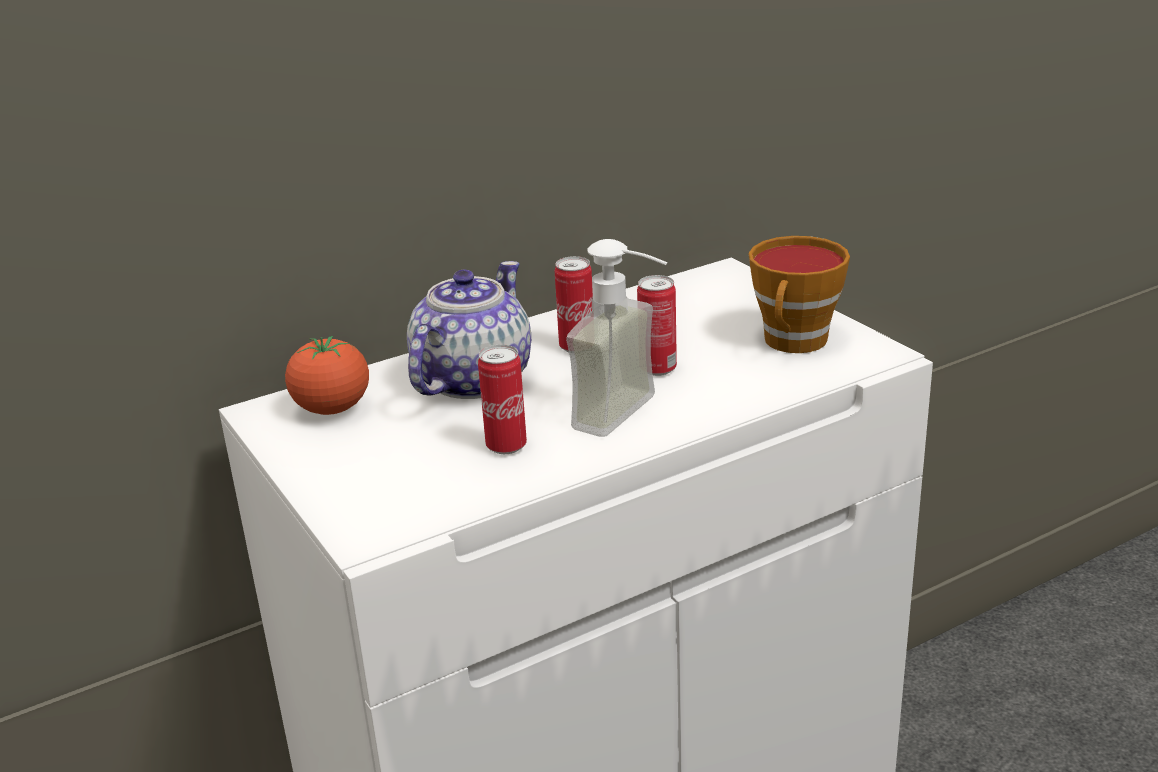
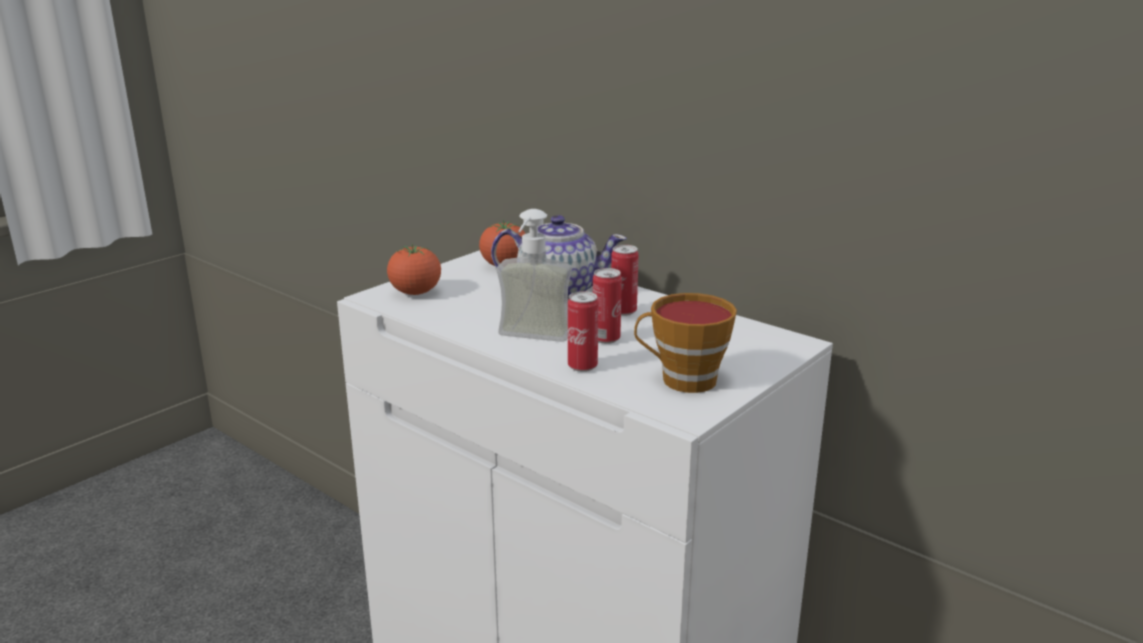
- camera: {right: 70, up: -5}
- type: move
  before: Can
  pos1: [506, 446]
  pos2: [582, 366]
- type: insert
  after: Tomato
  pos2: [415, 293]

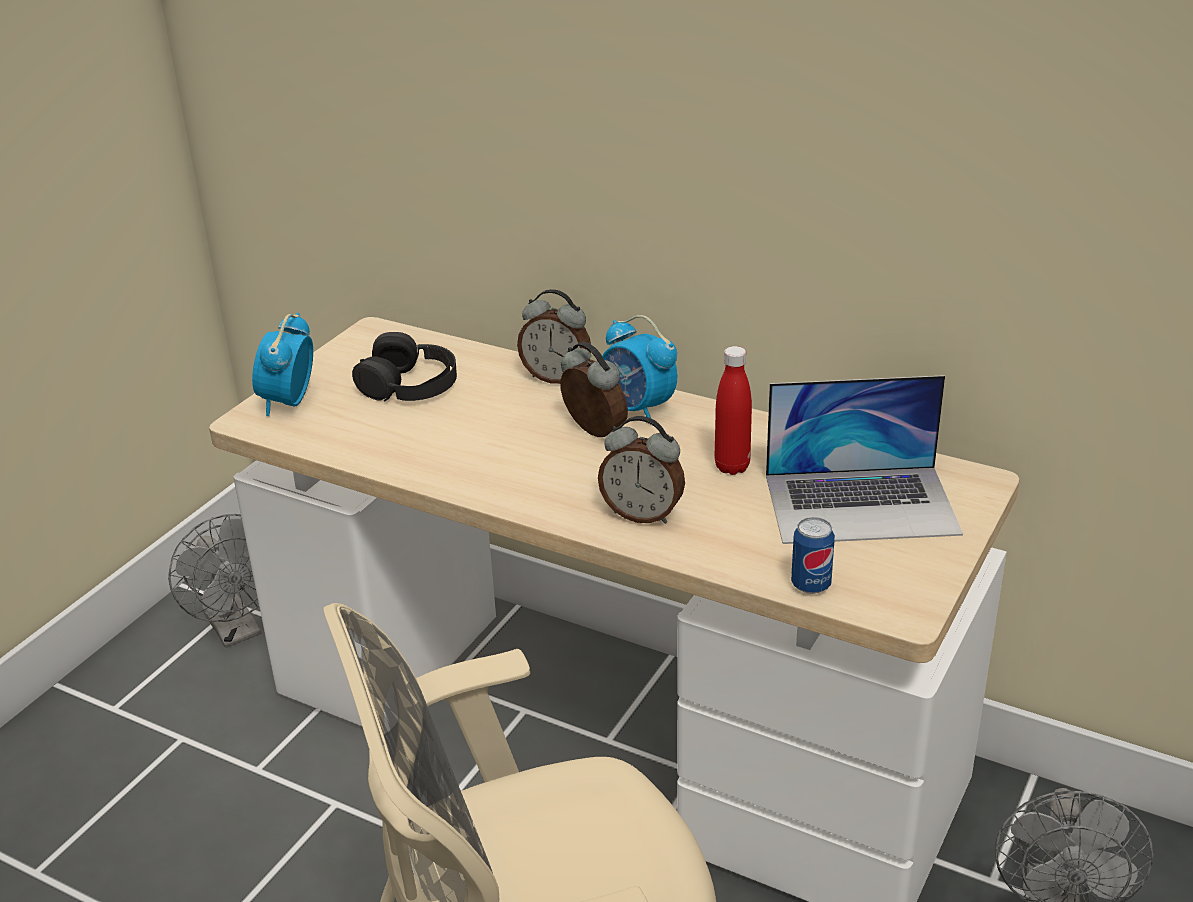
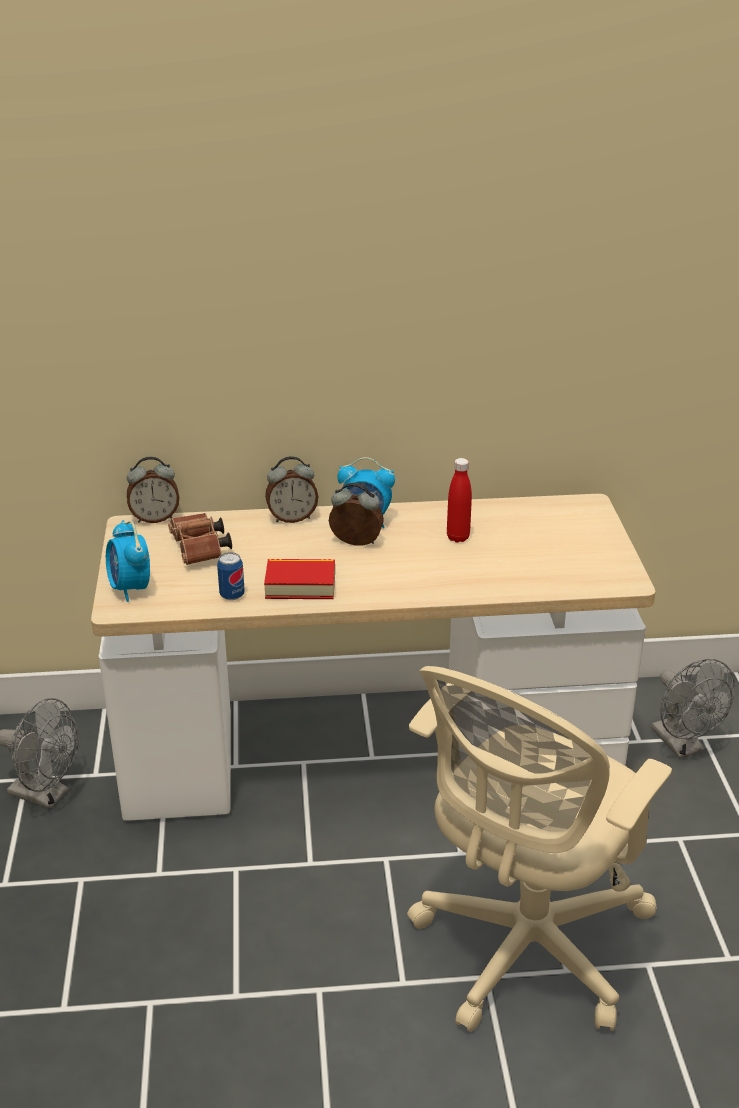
- camera: {right: -35, up: 0}
- type: replace
  before: BlackHeadphones
  after: BrownBinoculars
  pos1: [409, 384]
  pos2: [200, 551]
- type: move
  before: AlarmClock
  pos1: [642, 514]
  pos2: [155, 518]
- type: delete
  before: Laptop
  pos1: [861, 504]
- type: move
  before: Can
  pos1: [811, 585]
  pos2: [232, 595]
- type: insert
  after: Book
  pos2: [300, 585]

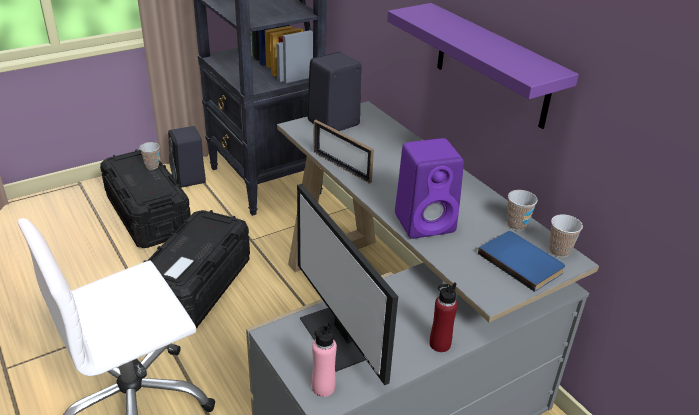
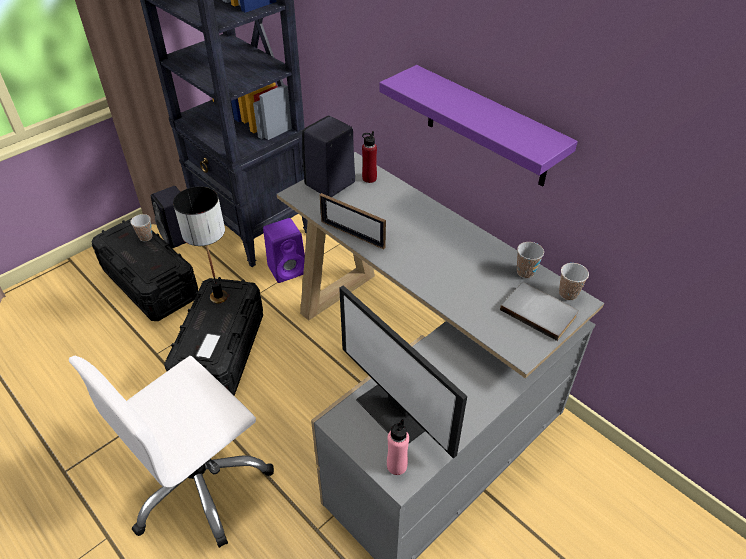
- camera: {right: -10, up: 10}
- type: move
  before: PurpleSpeaker
  pos1: [426, 222]
  pos2: [288, 269]
- type: move
  before: RedBottle
  pos1: [439, 344]
  pos2: [369, 178]
- type: recolor
  before: BlueBook
  after: GreyBook
  pos1: [522, 262]
  pos2: [539, 311]
- type: insert
  after: TableLamp
  pos2: [219, 296]

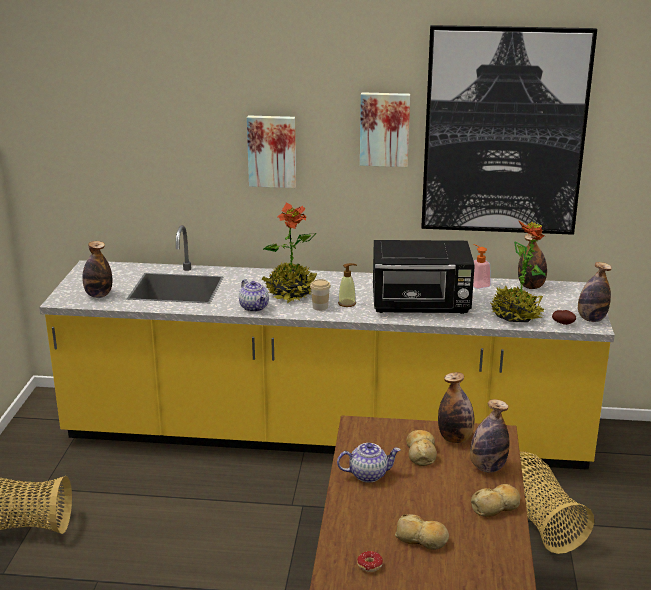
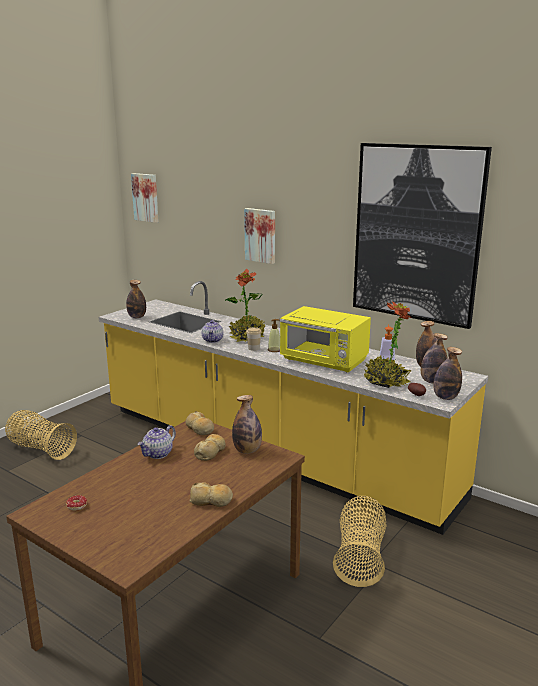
- camera: {right: 30, up: -5}
- type: rotate
  before: Teapot
  pos1: [368, 474]
  pos2: [158, 454]
  turn: 105
- type: move
  before: Picture
  pos1: [384, 129]
  pos2: [146, 197]
- type: recolor
  before: BlackMicrowave
  after: YellowMicrowave
  pos1: [421, 305]
  pos2: [324, 361]
- type: move
  before: Bread
  pos1: [422, 539]
  pos2: [200, 429]
- type: move
  before: Bottle
  pos1: [487, 467]
  pos2: [432, 381]

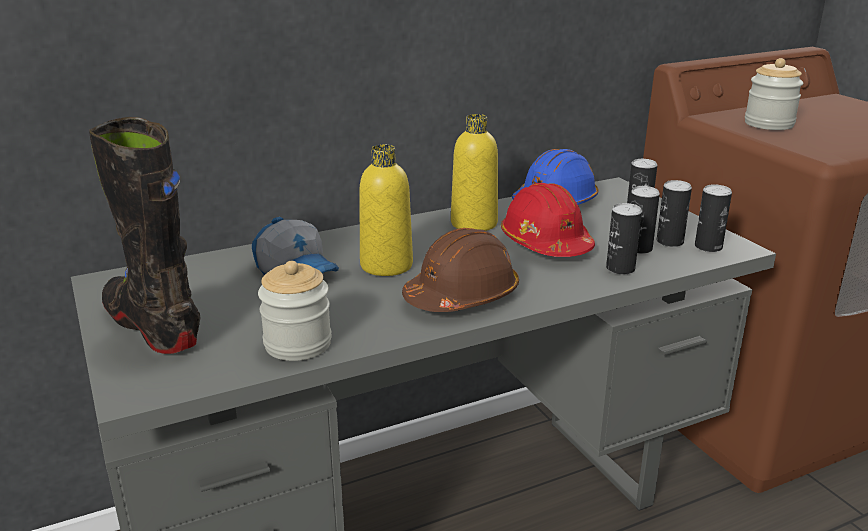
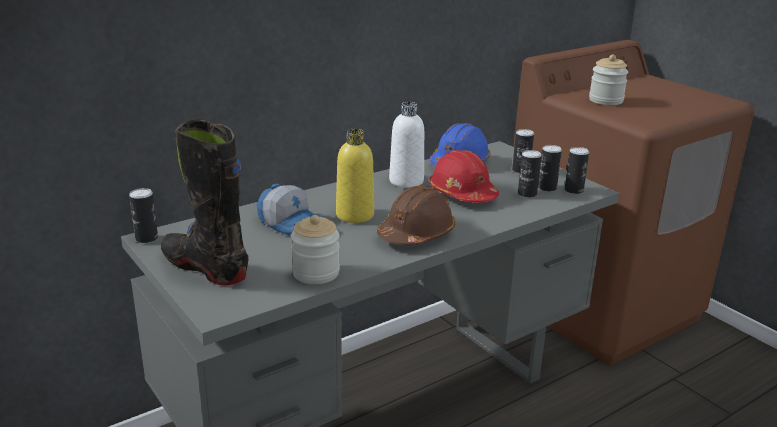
- camera: {right: -10, up: 0}
- type: recolor
  before: YellowBottle
  after: WhiteBottle
  pos1: [474, 223]
  pos2: [406, 181]
- type: move
  before: Can
  pos1: [620, 268]
  pos2: [146, 238]

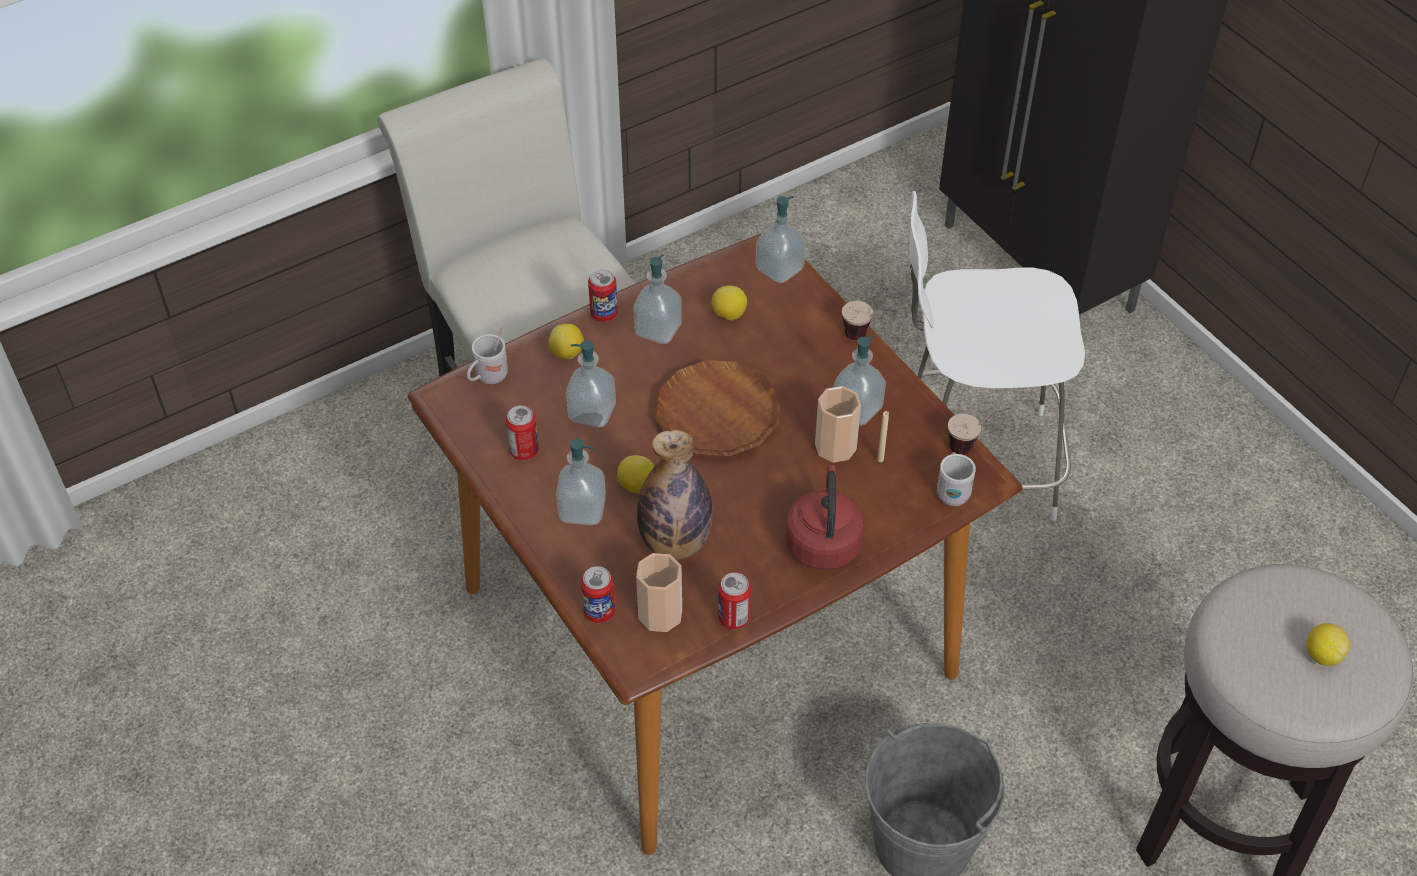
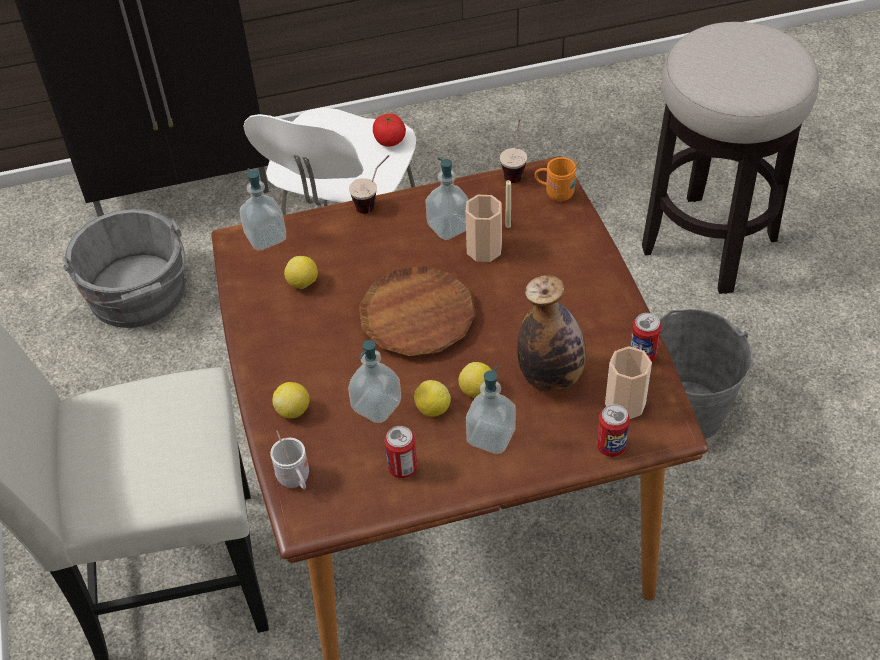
- camera: {right: -70, up: 0}
- type: delete
  before: Can
  pos1: [604, 314]
- type: delete
  before: SoapDispenser
  pos1: [658, 330]
- type: delete
  before: RedKettle
  pos1: [823, 541]
- type: recolor
  before: WhiteMug
  after: OrangeMug
  pos1: [952, 491]
  pos2: [555, 193]
- type: move
  before: Lemon
  pos1: [1322, 655]
  pos2: [432, 409]
- type: insert
  after: GreyBucket
  pos2: [139, 296]
- type: insert
  after: Tomato
  pos2: [389, 140]

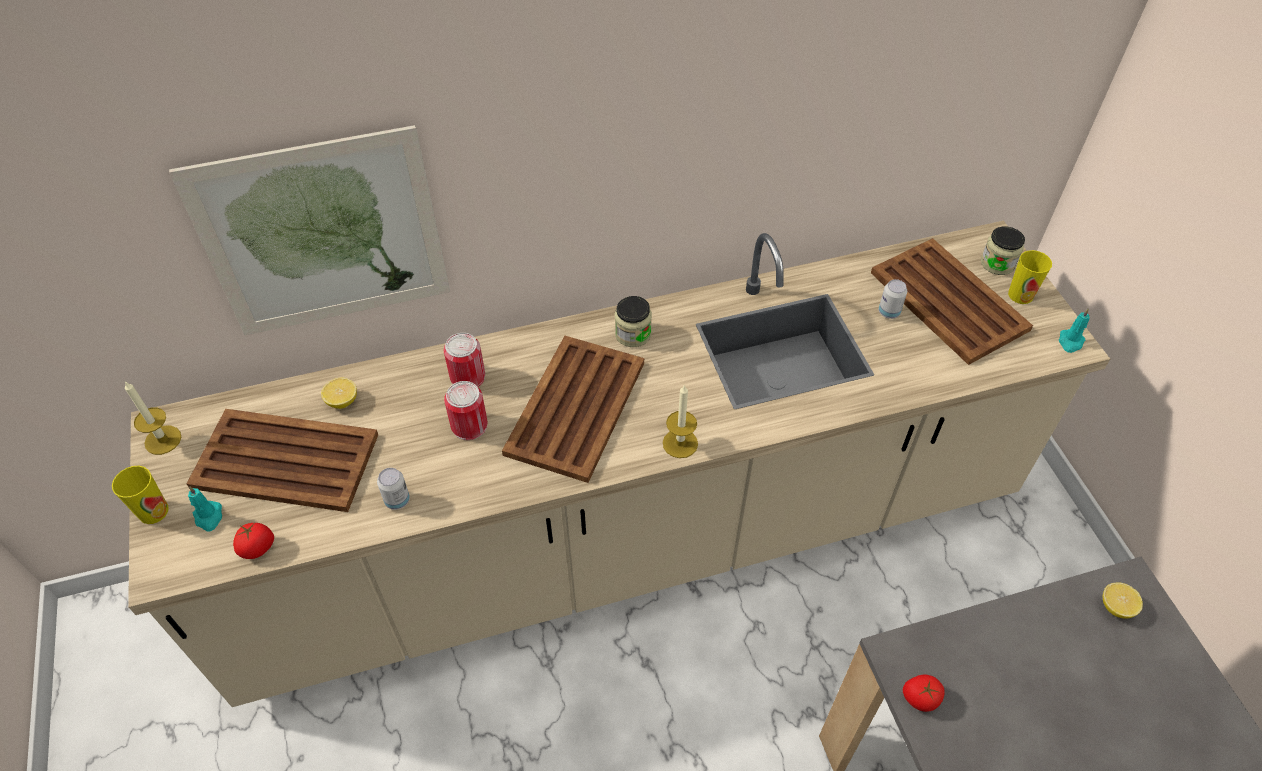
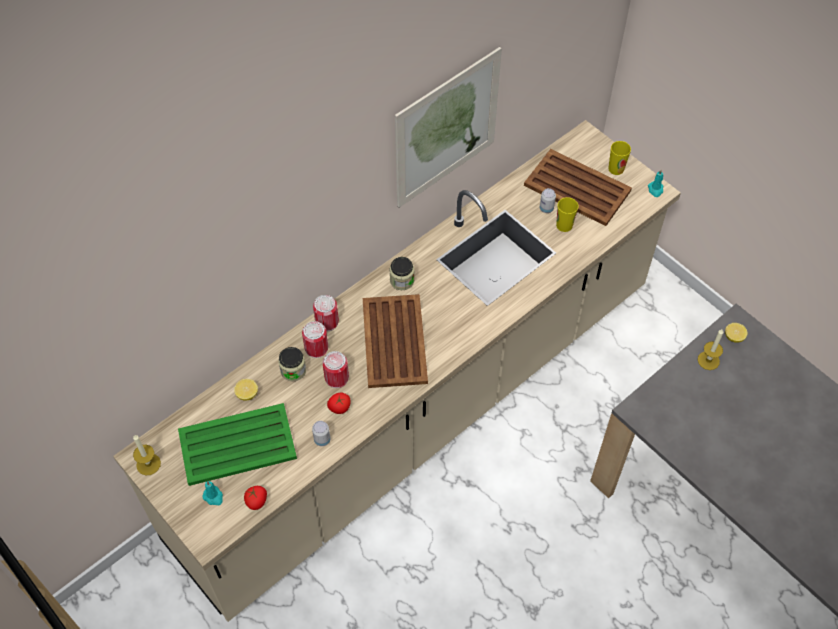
- camera: {right: -25, up: 5}
- type: move
  before: Cup
  pos1: [153, 511]
  pos2: [564, 225]
- type: move
  before: Picture
  pos1: [324, 235]
  pos2: [446, 128]
- type: recolor
  before: BrownTray
  after: GreenTray
  pos1: [284, 460]
  pos2: [236, 445]
- type: move
  before: Candle
  pos1: [680, 443]
  pos2: [708, 360]
- type: move
  before: Tomato
  pos1: [919, 698]
  pos2: [339, 408]
- type: move
  before: Jar
  pos1: [997, 263]
  pos2: [293, 370]
- type: insert
  after: Can
  pos2: [327, 322]

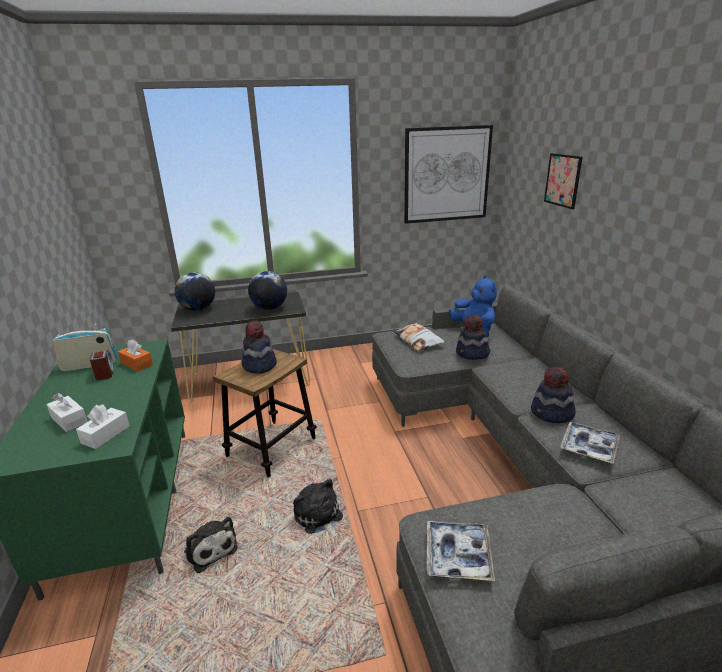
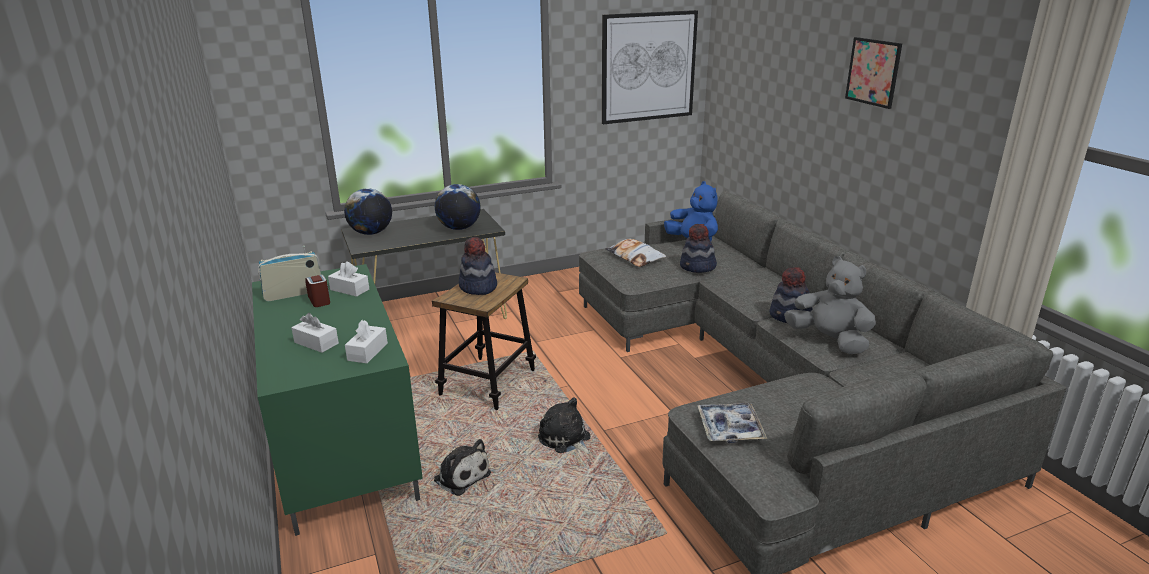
- camera: {right: -10, up: 0}
- type: recolor
  before: OrangeTissueBox
  after: WhiteTissueBox
  pos1: [137, 364]
  pos2: [349, 289]
- type: move
  before: Picture
  pos1: [563, 180]
  pos2: [873, 72]
- type: replace
  before: Tray
  after: GreyPlushToy
  pos1: [589, 447]
  pos2: [829, 341]

